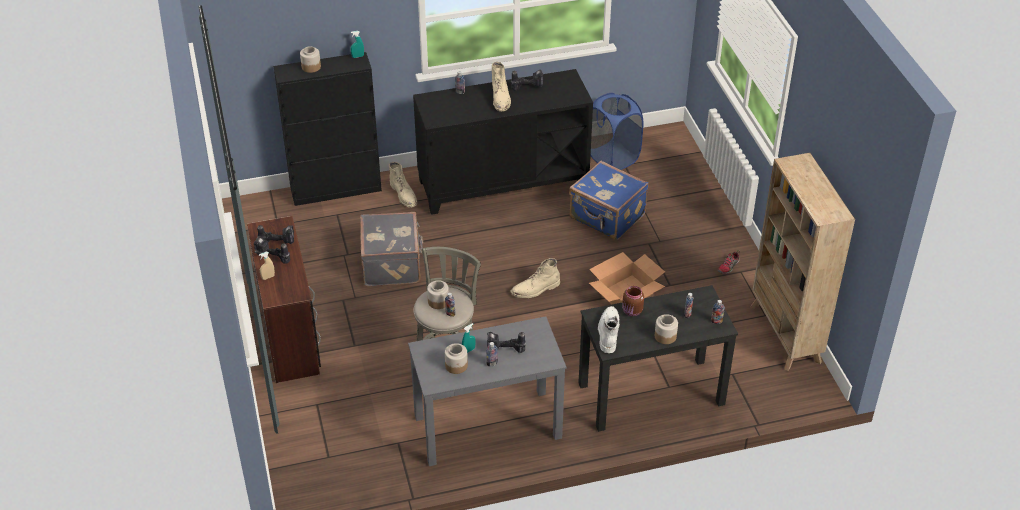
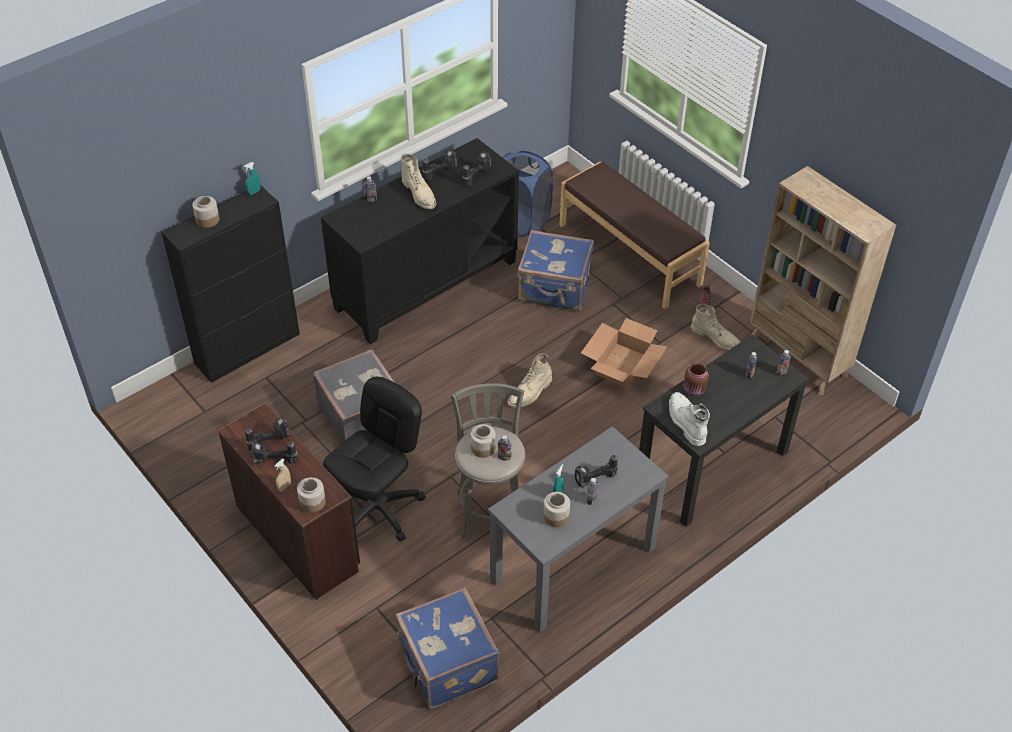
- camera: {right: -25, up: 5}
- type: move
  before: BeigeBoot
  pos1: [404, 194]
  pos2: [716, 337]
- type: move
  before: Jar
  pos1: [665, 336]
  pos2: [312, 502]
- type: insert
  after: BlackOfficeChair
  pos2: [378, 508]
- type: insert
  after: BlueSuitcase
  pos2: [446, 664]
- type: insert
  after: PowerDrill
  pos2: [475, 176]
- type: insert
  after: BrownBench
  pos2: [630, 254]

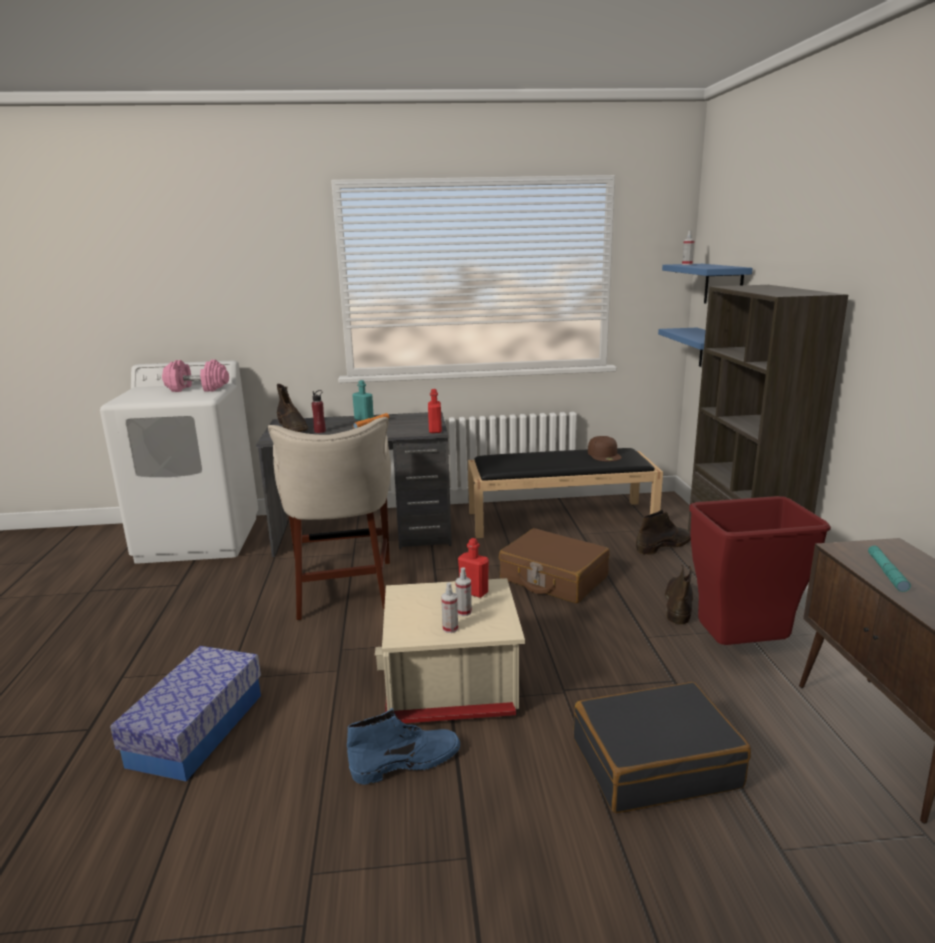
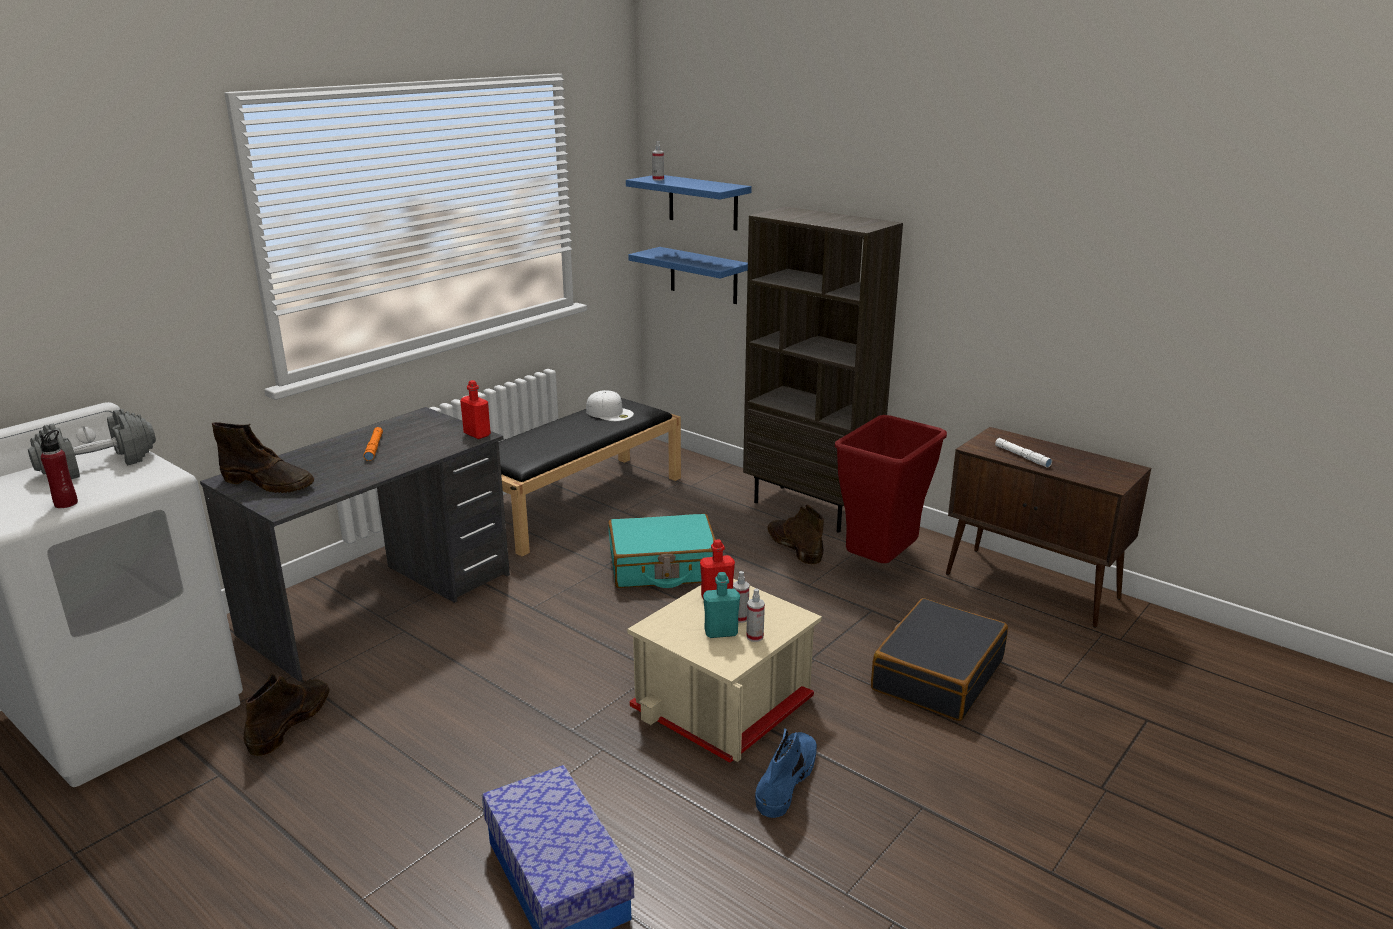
- camera: {right: -45, up: 5}
- type: recolor
  before: PinkDumbbell
  after: GreyDumbbell
  pos1: [198, 389]
  pos2: [98, 464]
- type: delete
  before: BeigeStool
  pos1: [343, 588]
- type: move
  before: RedBottle
  pos1: [320, 431]
  pos2: [66, 503]
- type: move
  before: TurquoiseBottle
  pos1: [364, 419]
  pos2: [721, 632]
- type: recolor
  before: BrownSuitcase
  after: TurquoiseSuitcase
  pos1: [553, 578]
  pos2: [663, 567]
- type: recolor
  before: BrownCap
  after: WhiteCap
  pos1: [604, 455]
  pos2: [610, 413]
- type: move
  before: BrownBoot
  pos1: [664, 545]
  pos2: [290, 721]
- type: recolor
  before: TurquoiseFlashlight
  after: WhiteFlashlight
  pos1: [886, 572]
  pos2: [1022, 456]

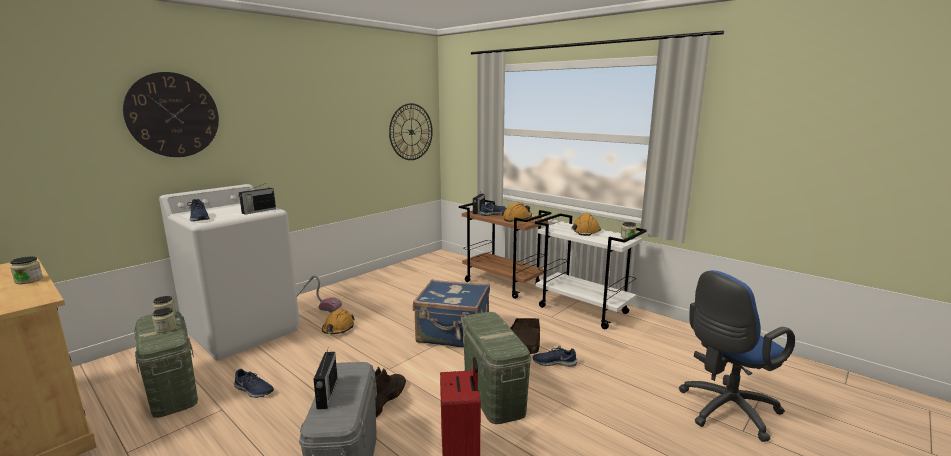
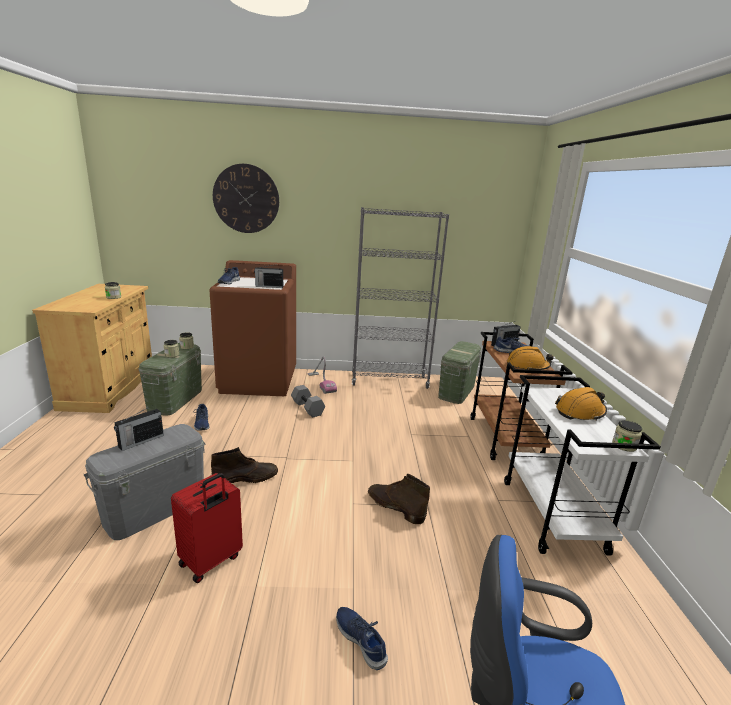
- camera: {right: 45, up: 5}
- type: recolor
  before: WhiteWashingMachine
  after: BrownWashingMachine
  pos1: [243, 330]
  pos2: [259, 380]
- type: replace
  before: OrangeHardHat
  after: GreyDumbbell
  pos1: [338, 328]
  pos2: [308, 408]
- type: delete
  before: WallClock
  pos1: [411, 132]
- type: delete
  before: BlueSuitcase
  pos1: [453, 334]
- type: move
  before: GreenStorageBox
  pos1: [494, 394]
  pos2: [457, 391]
- type: move
  before: BlueShoe
  pos1: [554, 362]
  pos2: [361, 639]
- type: insert
  after: GreyBookcase
  pos2: [389, 381]

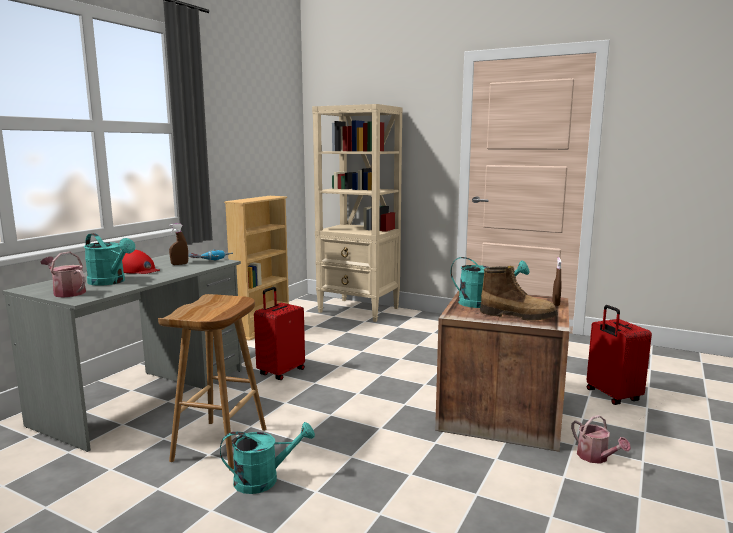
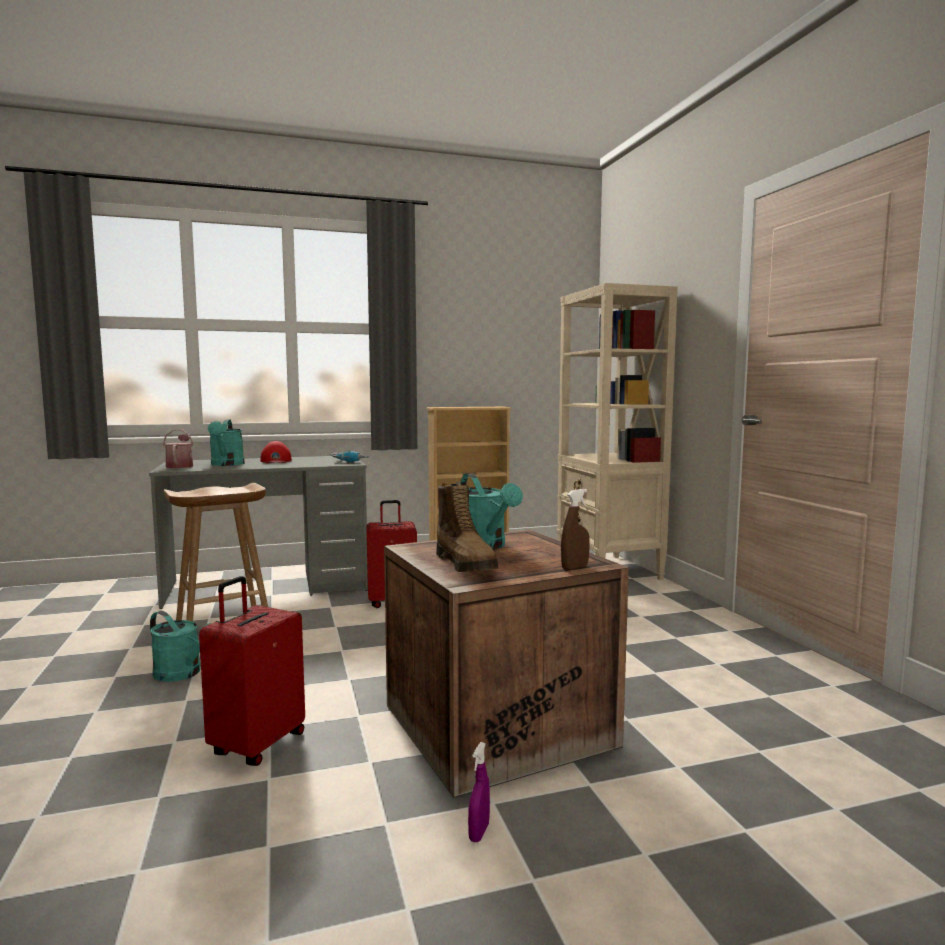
- camera: {right: 45, up: -5}
- type: delete
  before: BrownSprayBottle
  pos1: [179, 264]
- type: replace
  before: WateringCan
  after: PurpleSprayBottle
  pos1: [596, 457]
  pos2: [479, 832]
- type: move
  before: RedSuitcase
  pos1: [612, 396]
  pos2: [257, 744]

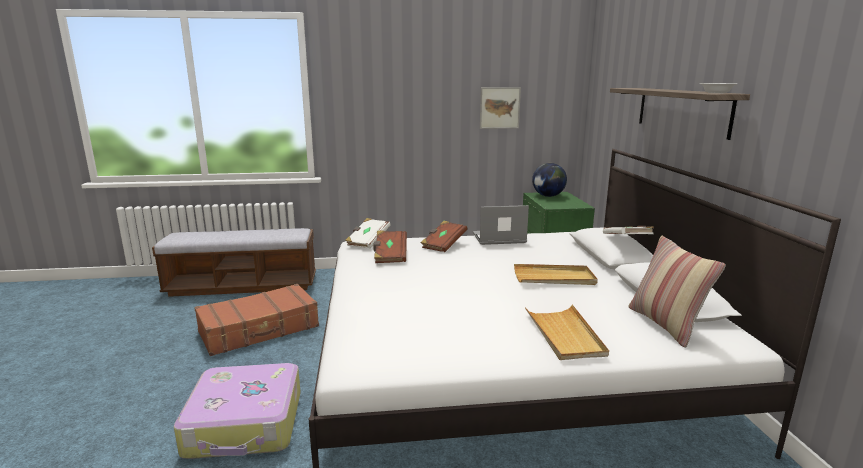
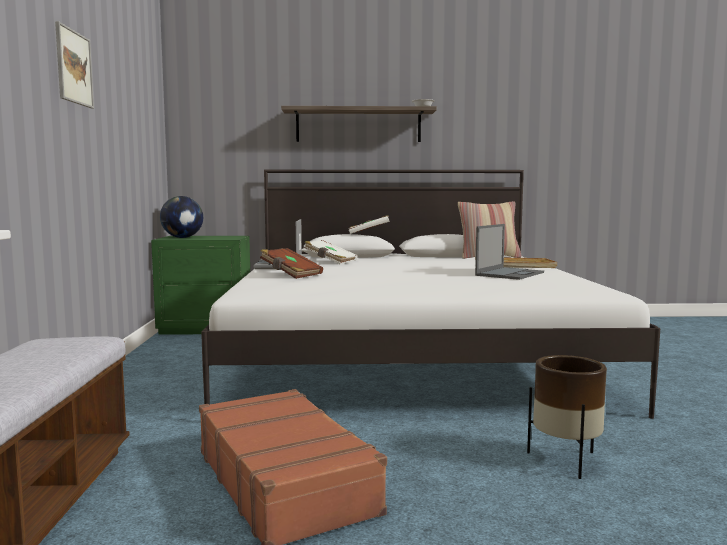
- camera: {right: -85, up: -10}
- type: replace
  before: Suitcase
  after: BrownPlanter
  pos1: [246, 424]
  pos2: [565, 460]
- type: move
  before: WhiteBook
  pos1: [367, 242]
  pos2: [330, 261]
- type: delete
  before: BrownBook
  pos1: [390, 256]
- type: move
  before: Picture
  pos1: [499, 108]
  pos2: [74, 67]
- type: delete
  before: BeigeTray
  pos1: [554, 278]
- type: insert
  after: Laptop
  pos2: [510, 274]

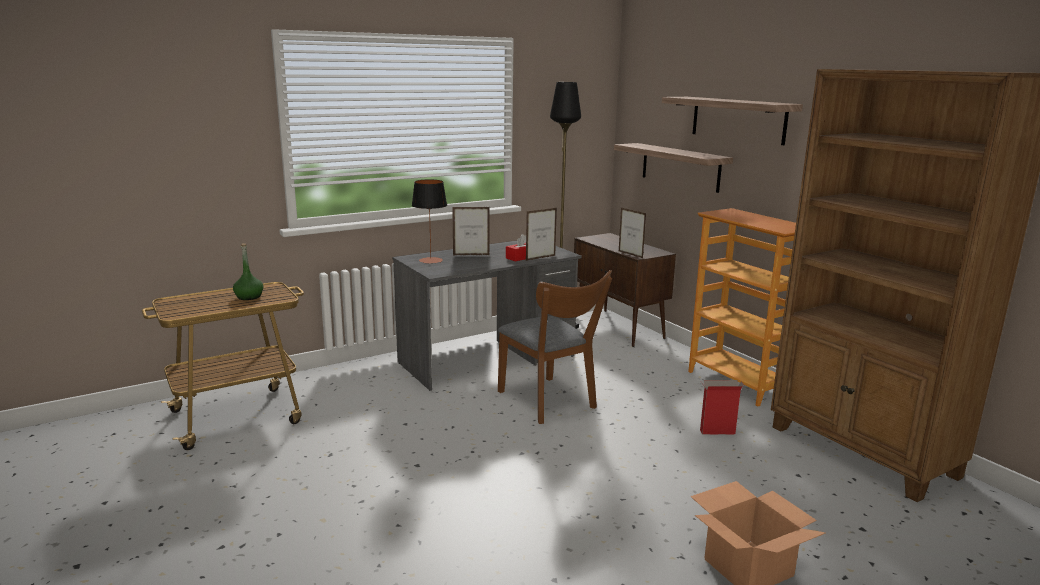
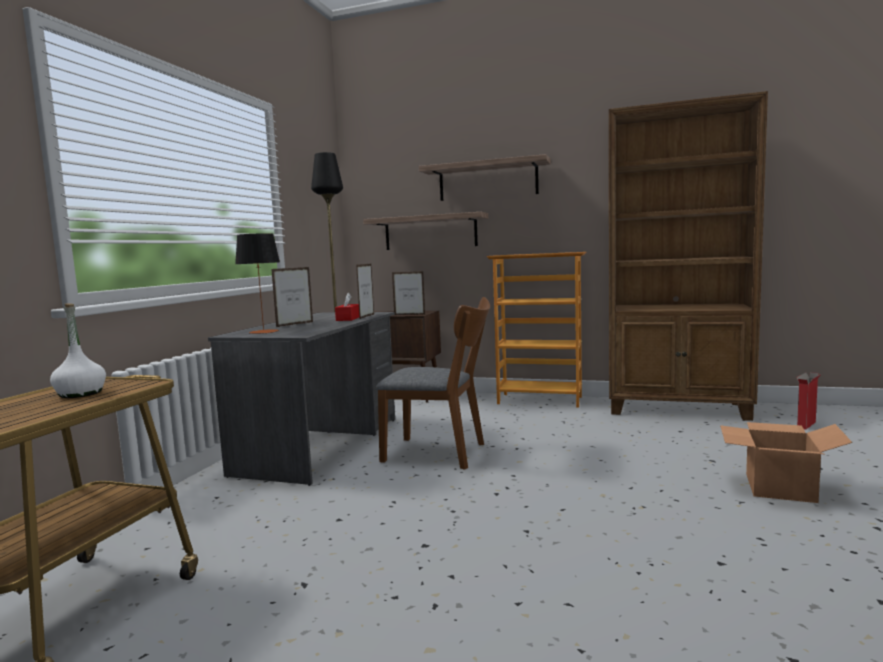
- camera: {right: -40, up: -10}
- type: recolor
  before: GreenBottle
  after: WhiteBottle
  pos1: [249, 297]
  pos2: [81, 394]
- type: move
  before: CardboardBox
  pos1: [716, 432]
  pos2: [806, 425]

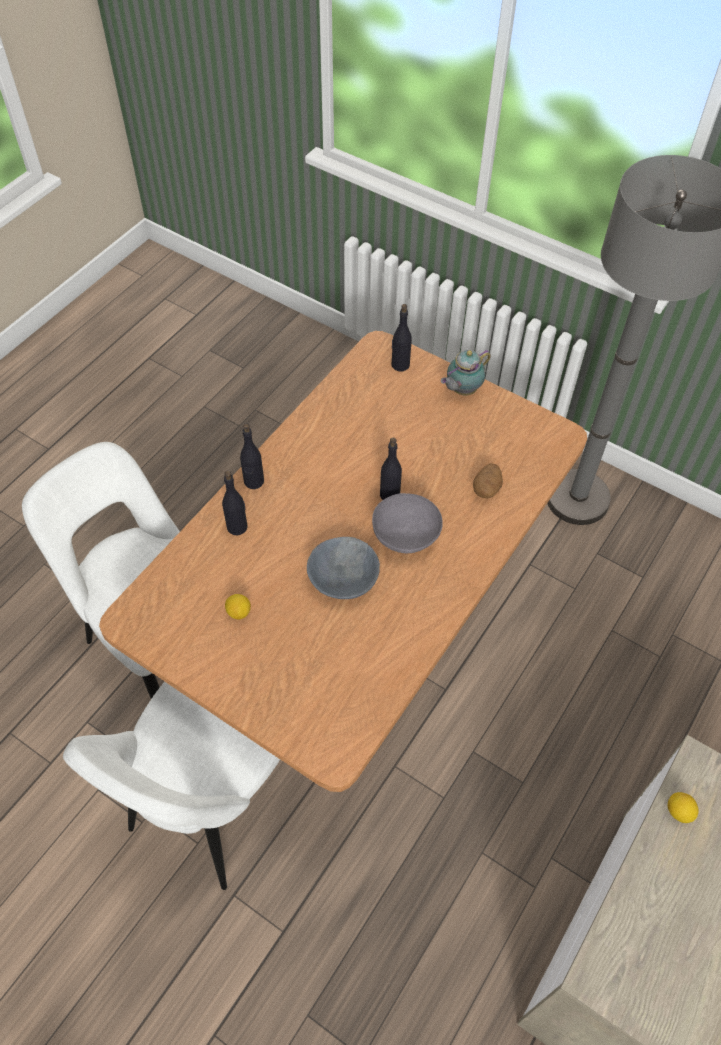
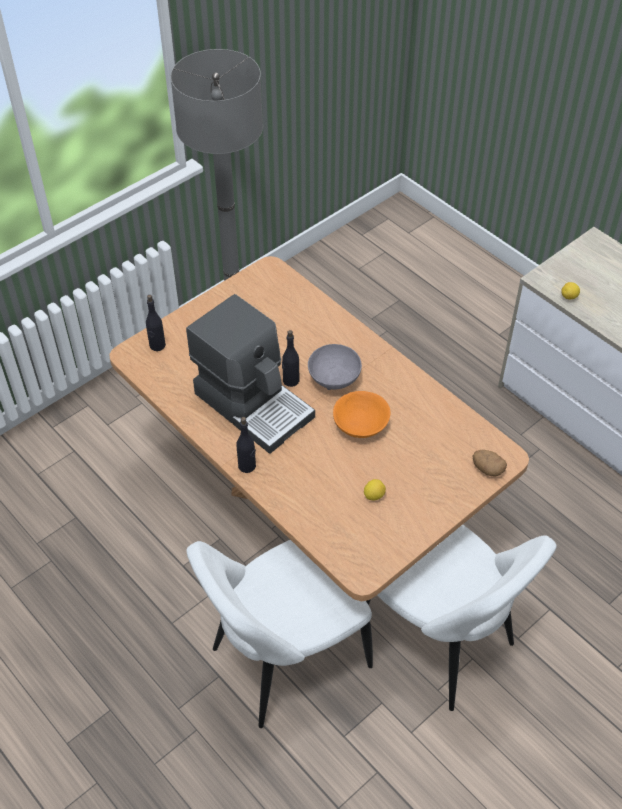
- camera: {right: -75, up: -5}
- type: delete
  before: BlackBottle
  pos1: [237, 527]
- type: recolor
  before: GreyBowl
  after: OrangeBowl
  pos1: [342, 579]
  pos2: [361, 424]
- type: delete
  before: Teapot
  pos1: [462, 390]
- type: move
  before: Potato
  pos1: [486, 488]
  pos2: [487, 469]
- type: insert
  after: CoffeeMachine
  pos2: [254, 403]

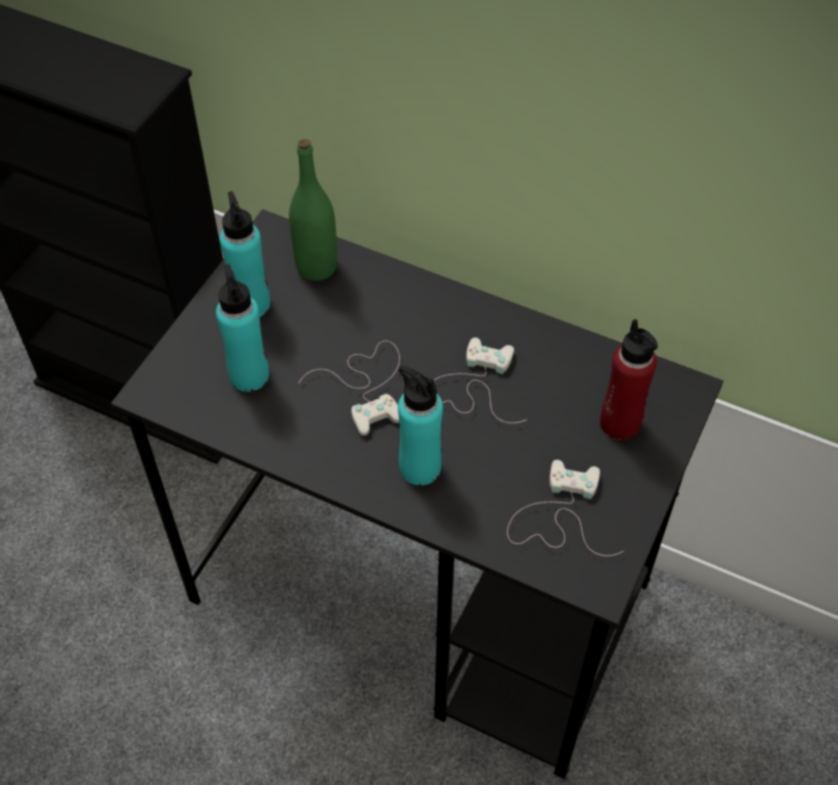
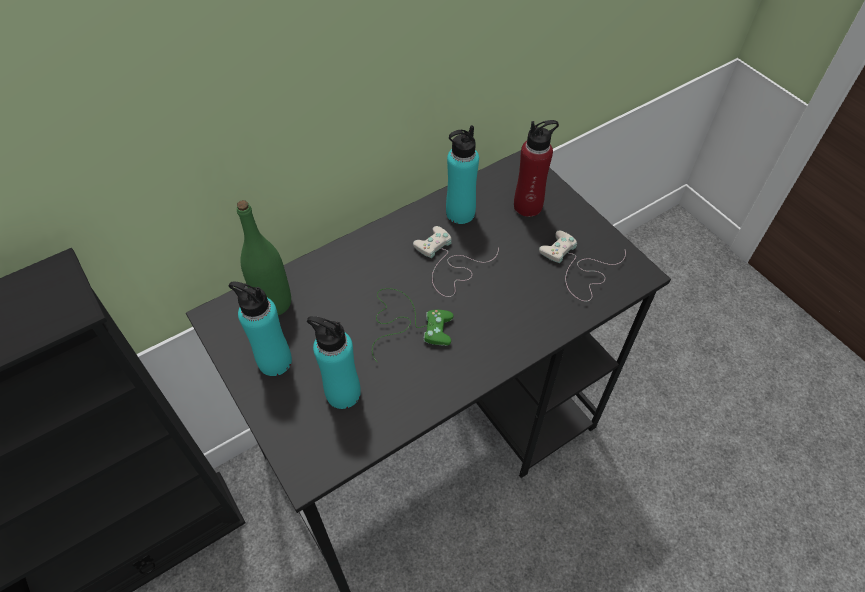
- camera: {right: -60, up: 0}
- type: recolor
  before: WhiteGameController
  after: GreenGameController
  pos1: [367, 386]
  pos2: [407, 322]
- type: move
  before: TurquoiseBottle
  pos1: [420, 467]
  pos2: [460, 213]

